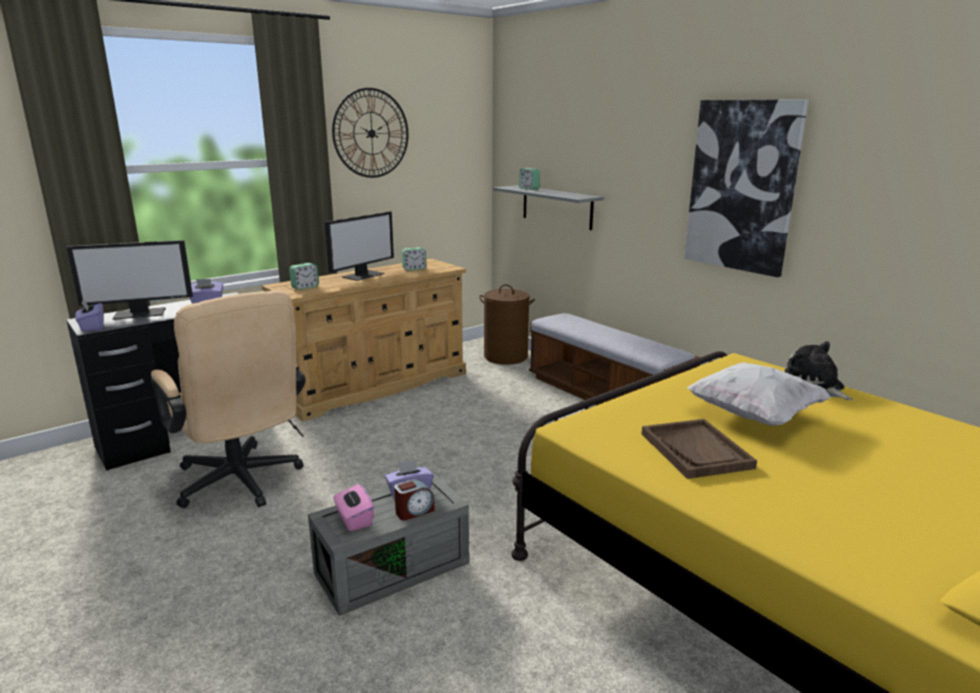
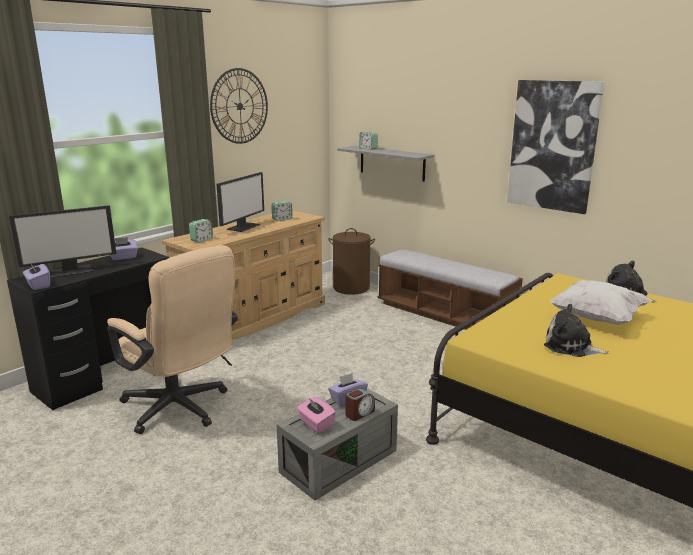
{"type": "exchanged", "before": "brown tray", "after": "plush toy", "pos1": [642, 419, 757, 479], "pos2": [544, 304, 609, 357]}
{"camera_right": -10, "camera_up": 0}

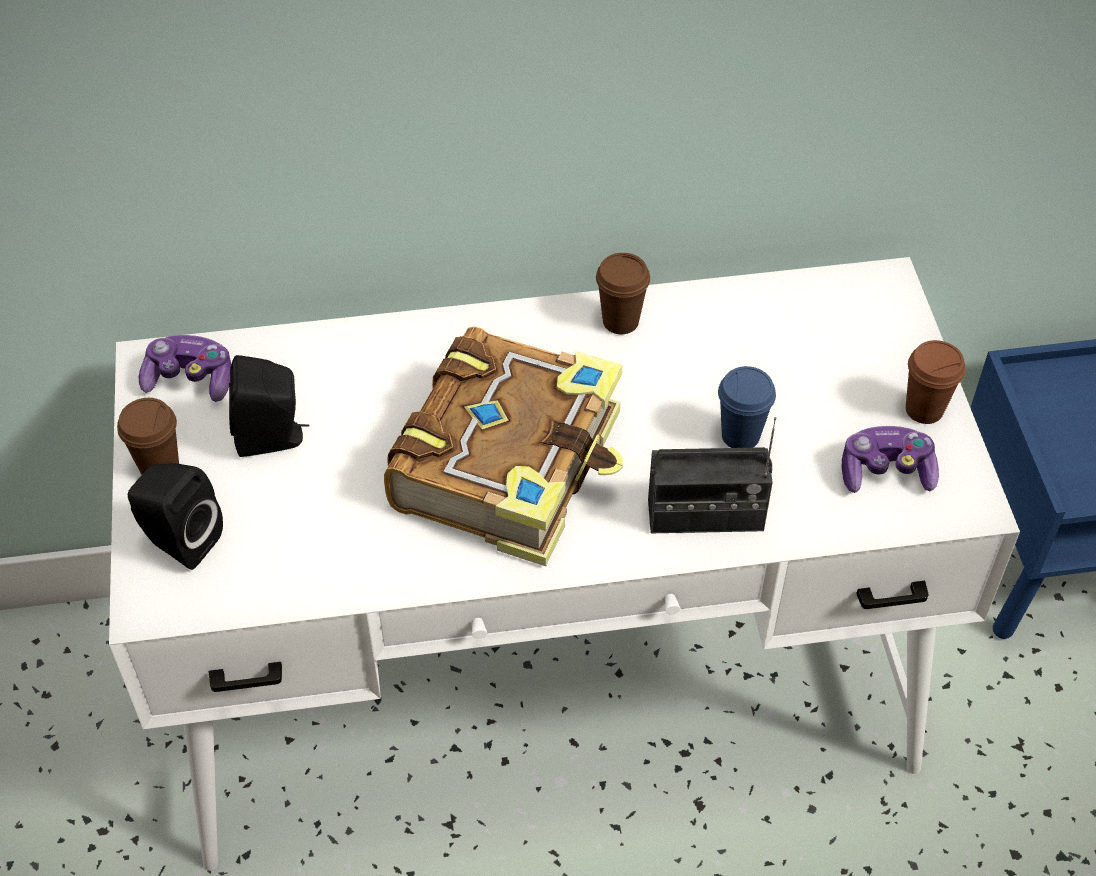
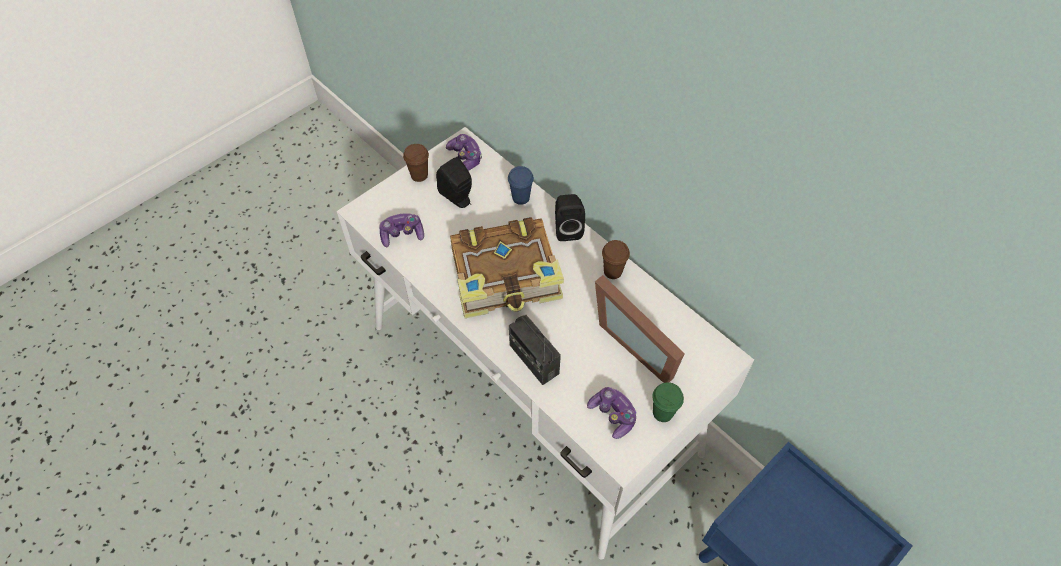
{"type": "relocated", "before": "black-coloured loudspeaker", "pos1": [128, 463, 223, 570], "pos2": [555, 194, 585, 241]}
{"type": "relocated", "before": "bluish small cup", "pos1": [718, 366, 776, 448], "pos2": [508, 166, 534, 205]}
{"type": "colour", "before": "brown small cup", "after": "green-coloured small cup", "pos1": [906, 340, 966, 424], "pos2": [652, 382, 684, 422]}
{"type": "appeared", "after": "joypad", "pos2": [379, 213, 424, 247]}
{"type": "appeared", "after": "photo frame", "pos2": [595, 275, 685, 383]}
{"camera_right": 55, "camera_up": 5}

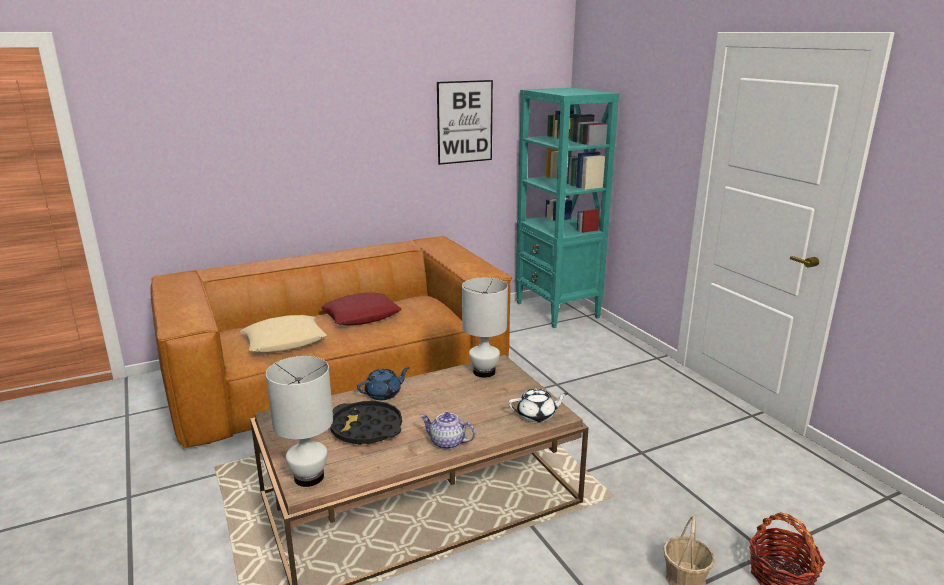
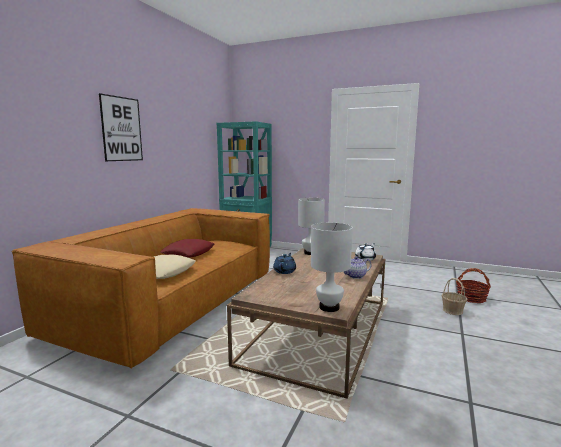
{"type": "missing", "before": "black-coloured tray", "pos1": [330, 401, 402, 445]}
{"type": "relocated", "before": "wall art", "pos1": [437, 80, 493, 165], "pos2": [99, 93, 143, 161]}
{"camera_right": -40, "camera_up": -10}

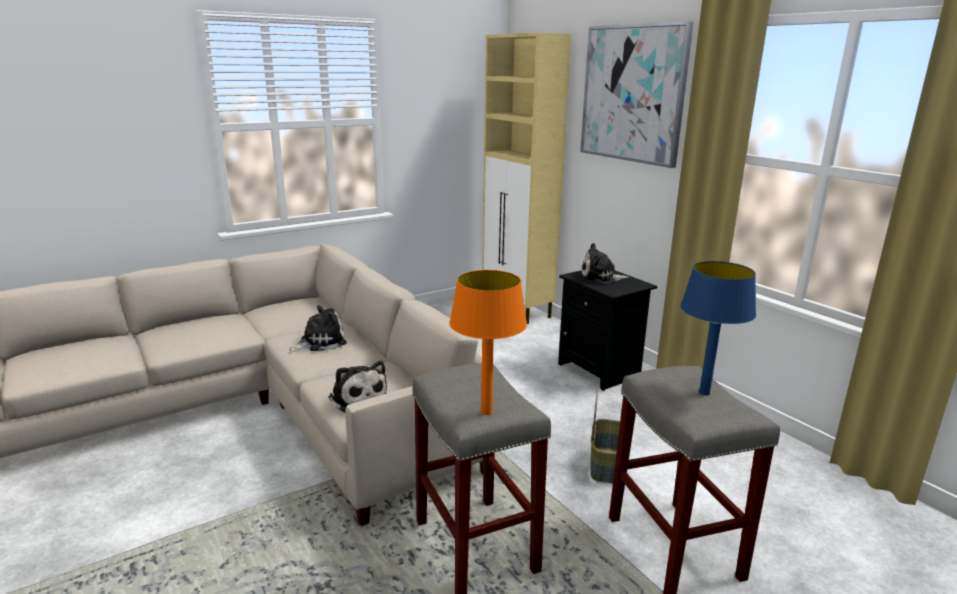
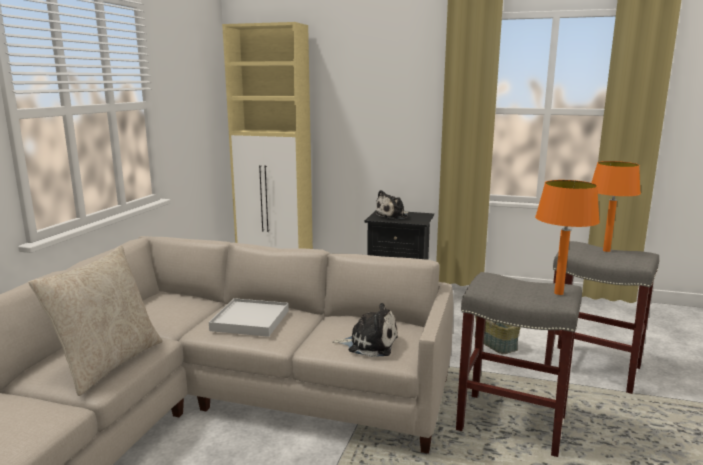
{"type": "exchanged", "before": "plush toy", "after": "white-coloured tray", "pos1": [289, 305, 347, 351], "pos2": [209, 298, 289, 337]}
{"type": "missing", "before": "wall art", "pos1": [580, 21, 693, 168]}
{"type": "colour", "before": "bluish table lamp", "after": "orangey table lamp", "pos1": [680, 261, 756, 396], "pos2": [591, 161, 641, 252]}
{"type": "appeared", "after": "beige-coloured cushion", "pos2": [28, 245, 162, 396]}
{"camera_right": -40, "camera_up": -5}

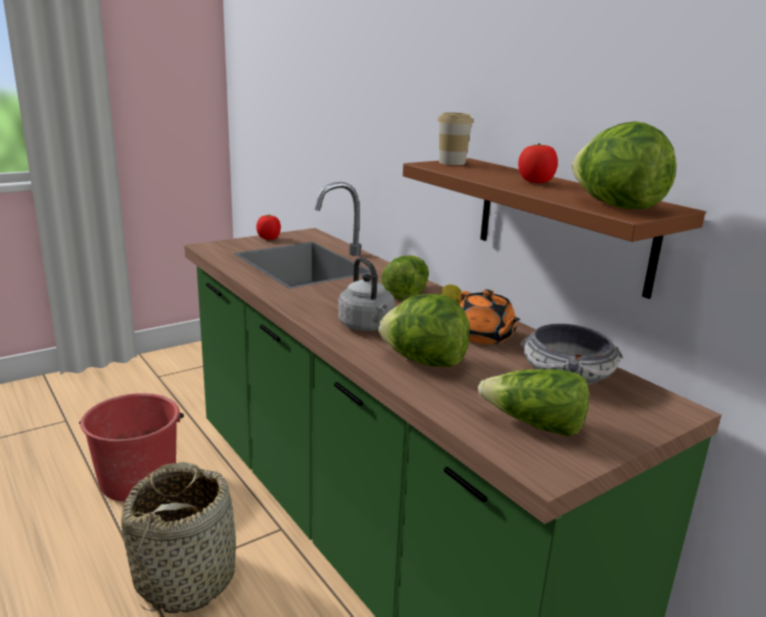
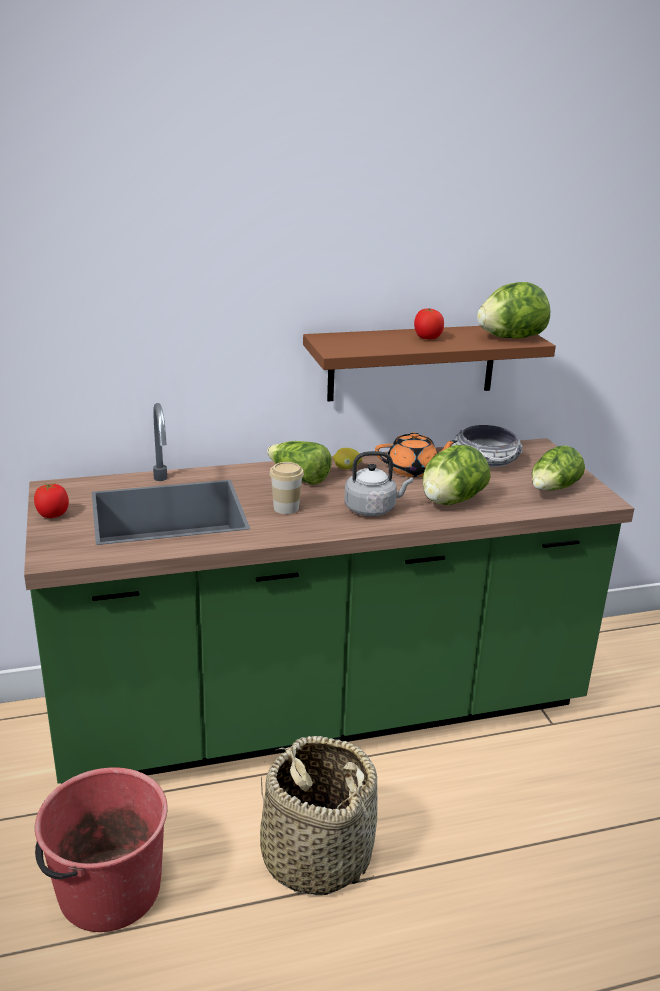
{"type": "relocated", "before": "small cup", "pos1": [437, 112, 474, 165], "pos2": [269, 462, 304, 514]}
{"camera_right": -70, "camera_up": 5}

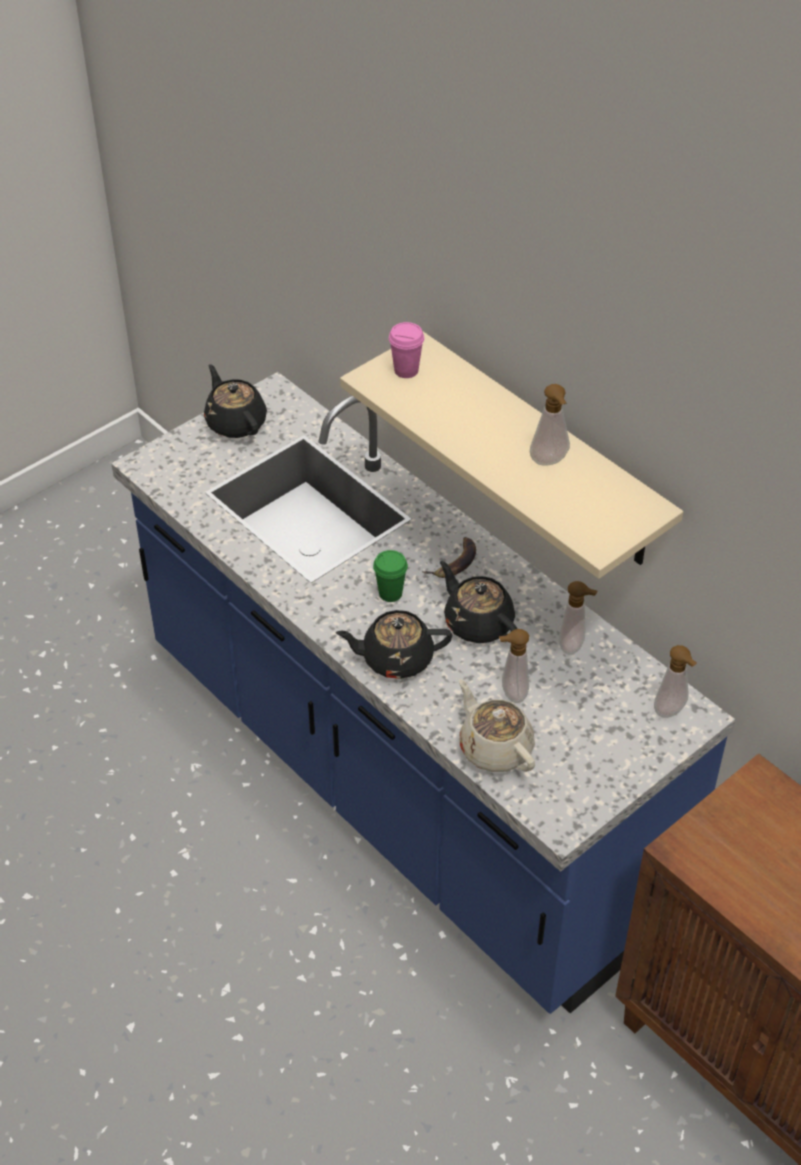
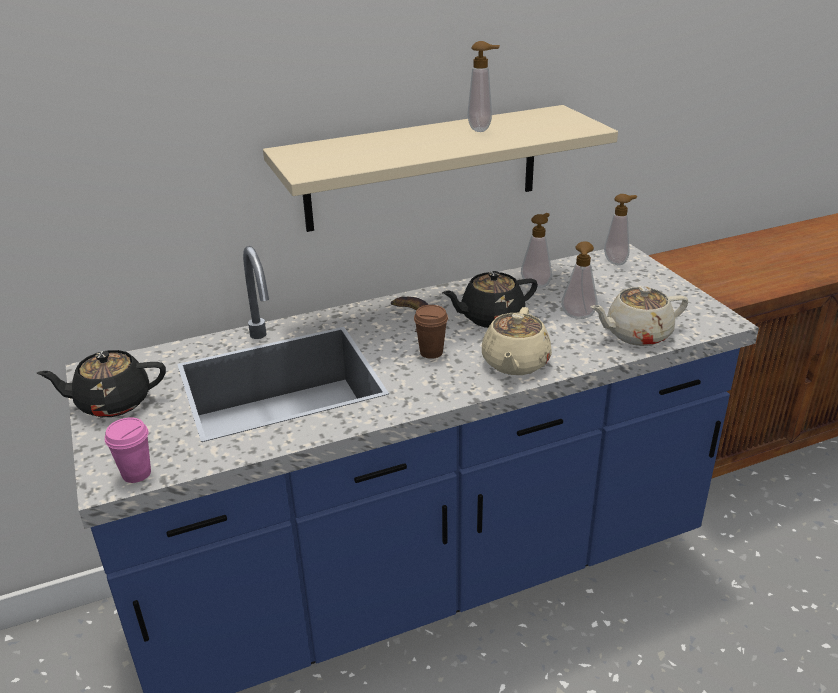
{"type": "colour", "before": "black-coloured tea pot", "after": "beige-coloured tea pot", "pos1": [336, 610, 453, 679], "pos2": [482, 307, 552, 375]}
{"type": "colour", "before": "green-coloured small cup", "after": "brown small cup", "pos1": [373, 550, 408, 602], "pos2": [414, 305, 448, 359]}
{"type": "relocated", "before": "pink small cup", "pos1": [389, 322, 424, 378], "pos2": [105, 418, 151, 483]}
{"camera_right": -70, "camera_up": -15}

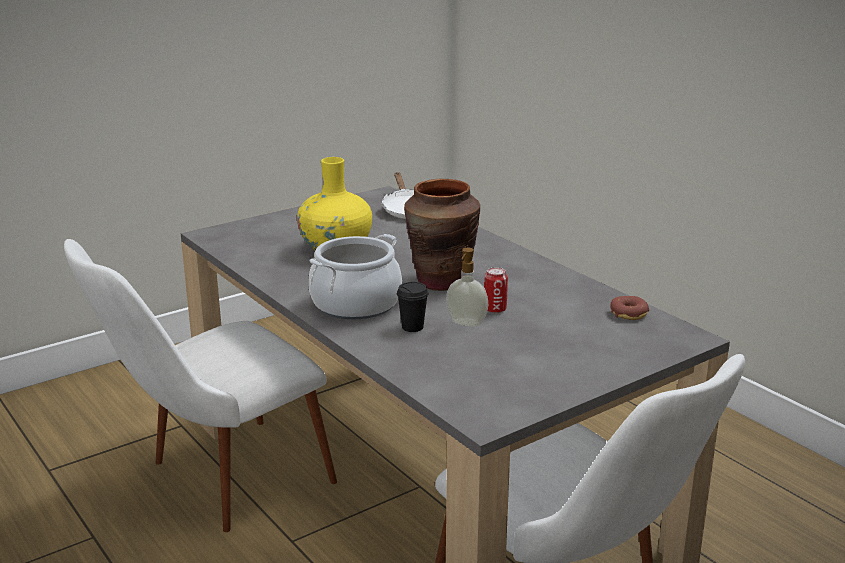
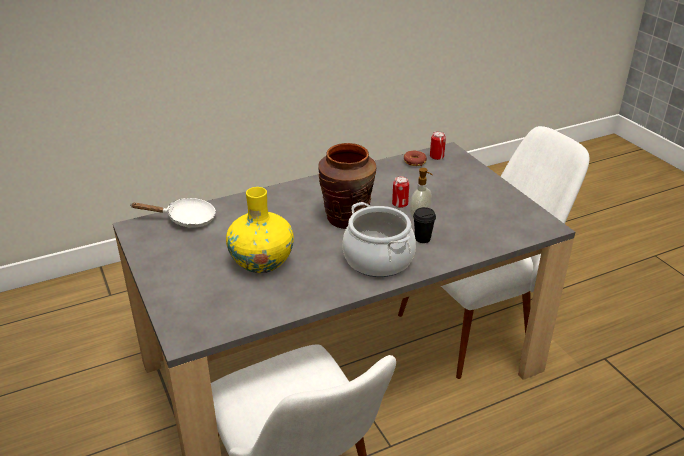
{"type": "appeared", "after": "metal can", "pos2": [430, 131, 446, 160]}
{"camera_right": -80, "camera_up": 10}

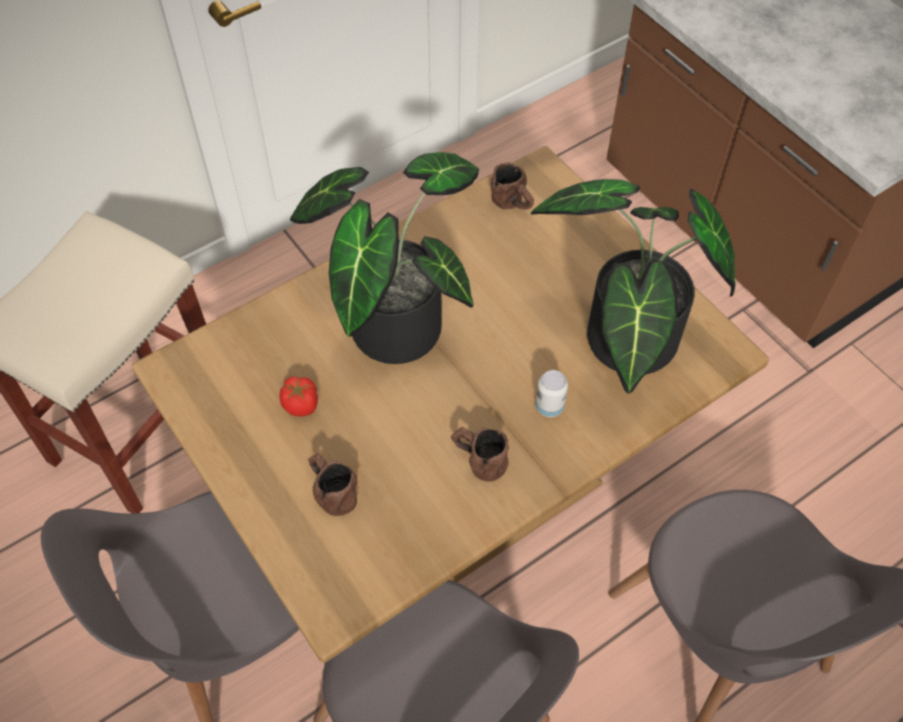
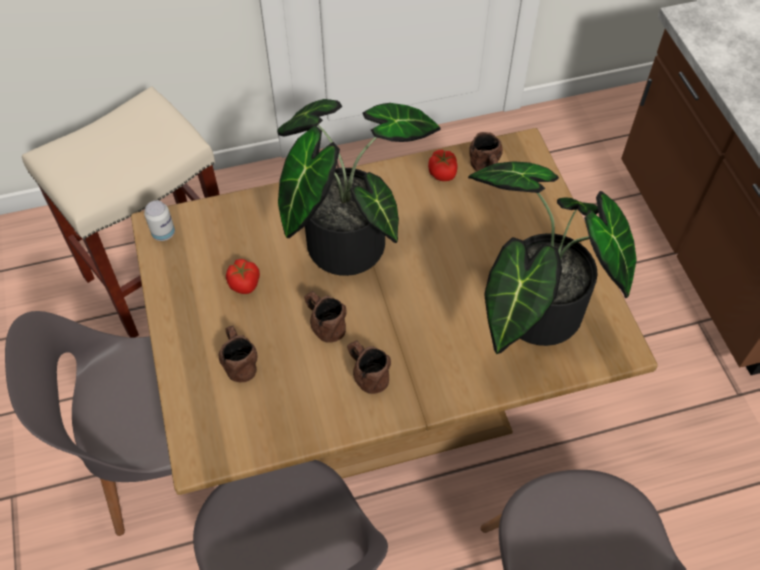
{"type": "relocated", "before": "metal can", "pos1": [535, 370, 568, 417], "pos2": [144, 200, 175, 241]}
{"type": "appeared", "after": "brown mug", "pos2": [304, 291, 347, 343]}
{"type": "appeared", "after": "whole tomato", "pos2": [428, 150, 458, 181]}
{"camera_right": 20, "camera_up": 0}

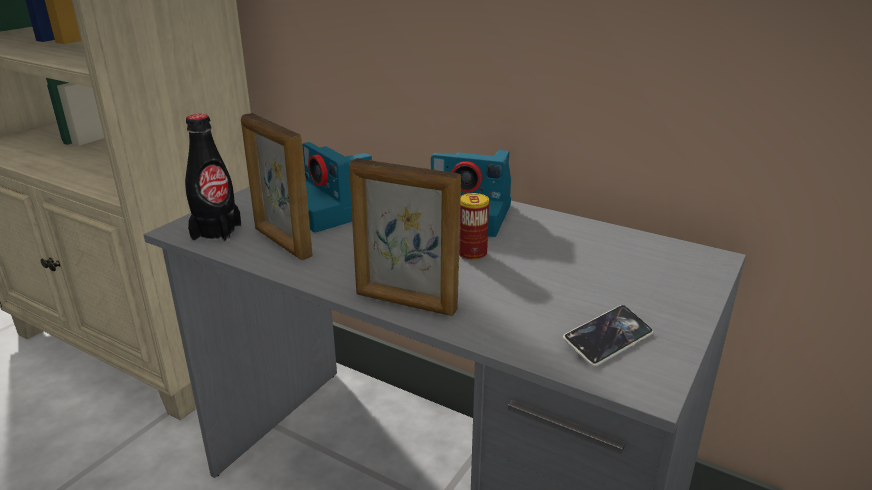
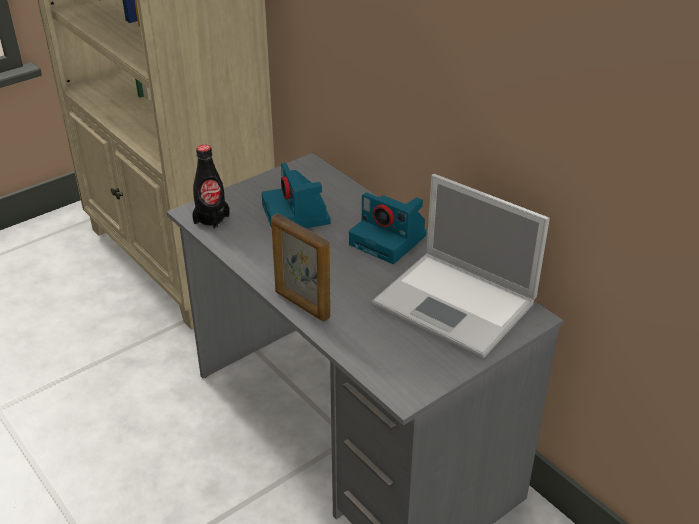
{"type": "missing", "before": "photo frame", "pos1": [241, 113, 313, 260]}
{"type": "missing", "before": "metal can", "pos1": [459, 193, 489, 261]}
{"type": "missing", "before": "telephone", "pos1": [563, 305, 653, 367]}
{"type": "appeared", "after": "notebook computer", "pos2": [372, 174, 550, 358]}
{"camera_right": 20, "camera_up": 10}

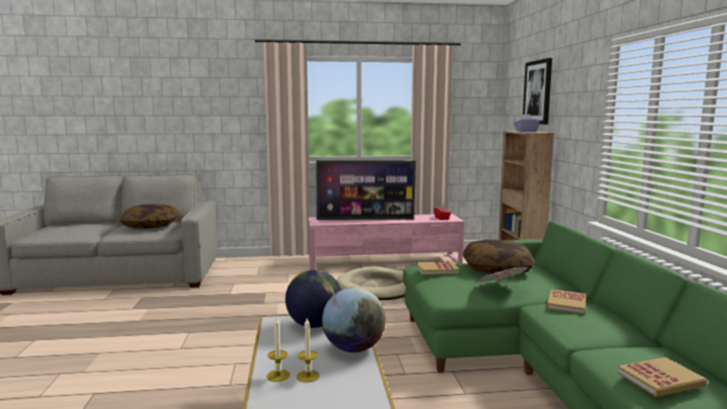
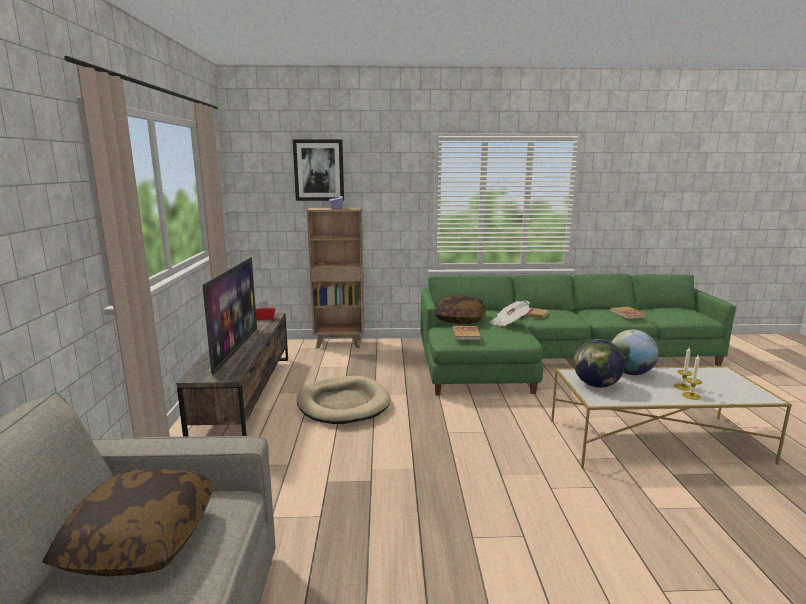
{"type": "colour", "before": "pink tv stand", "after": "brown tv stand", "pos1": [308, 214, 464, 270], "pos2": [176, 313, 288, 437]}
{"camera_right": -85, "camera_up": 5}

